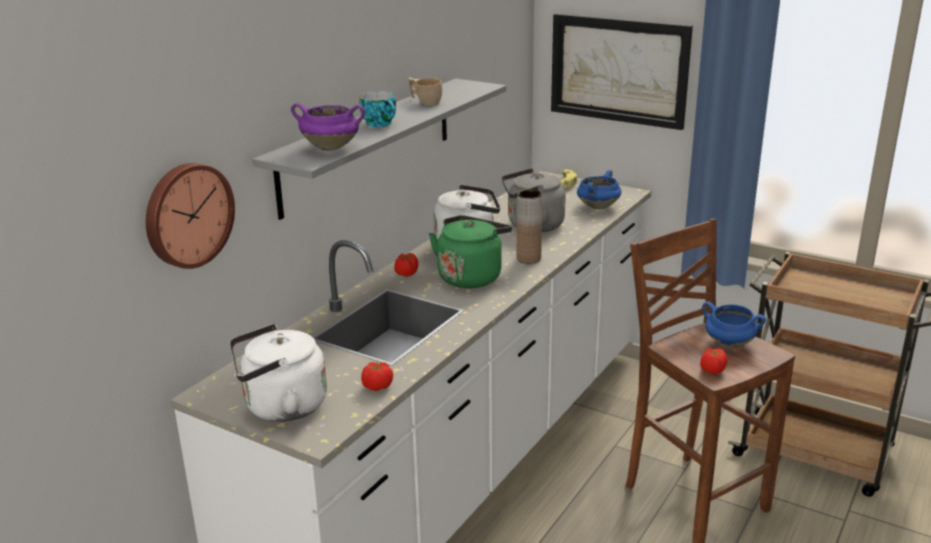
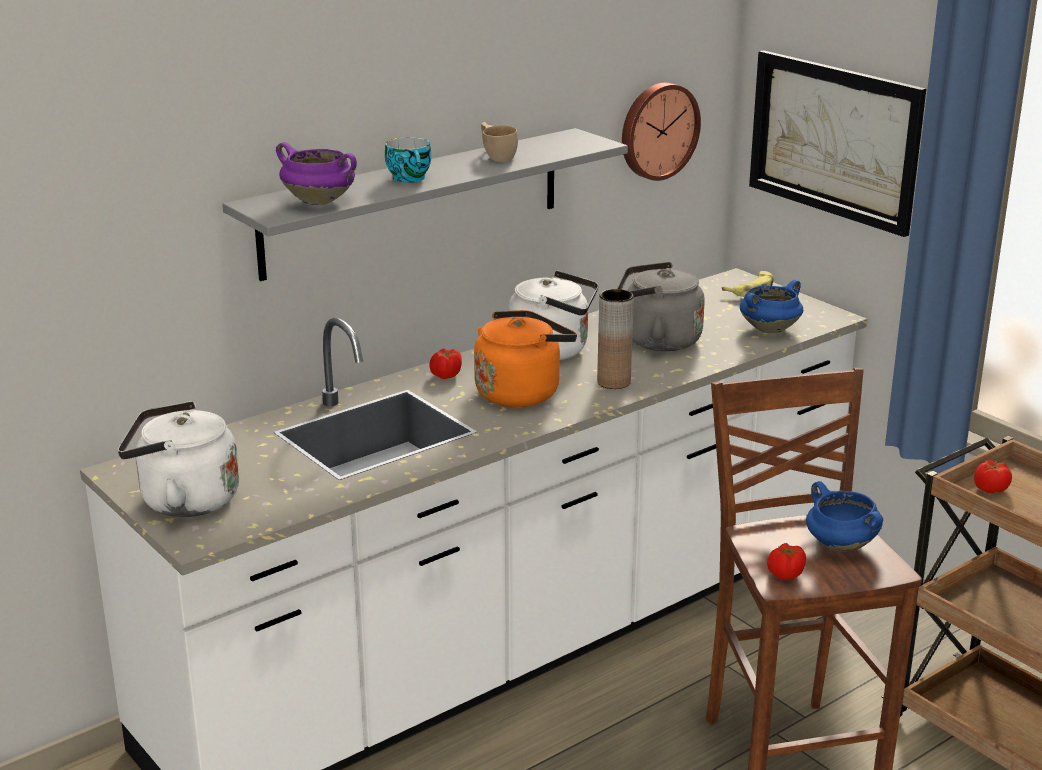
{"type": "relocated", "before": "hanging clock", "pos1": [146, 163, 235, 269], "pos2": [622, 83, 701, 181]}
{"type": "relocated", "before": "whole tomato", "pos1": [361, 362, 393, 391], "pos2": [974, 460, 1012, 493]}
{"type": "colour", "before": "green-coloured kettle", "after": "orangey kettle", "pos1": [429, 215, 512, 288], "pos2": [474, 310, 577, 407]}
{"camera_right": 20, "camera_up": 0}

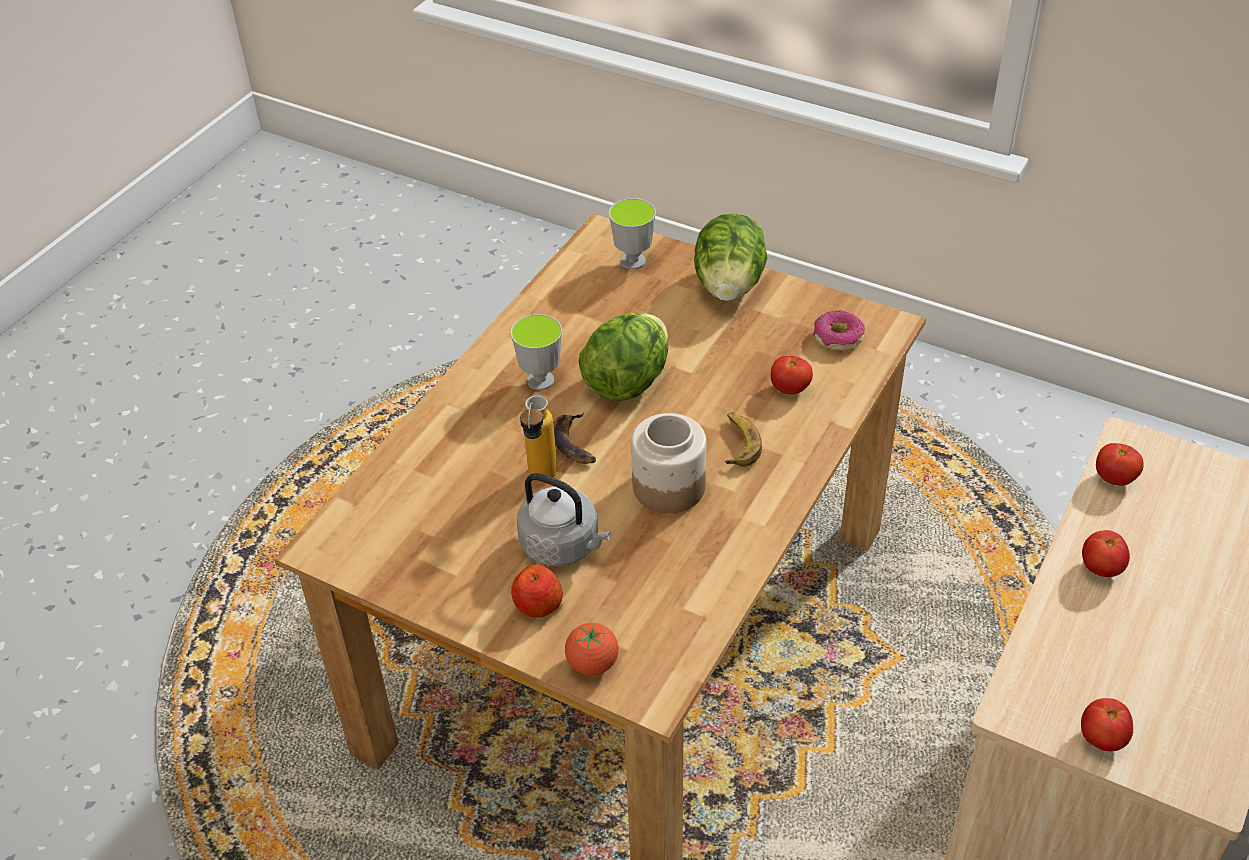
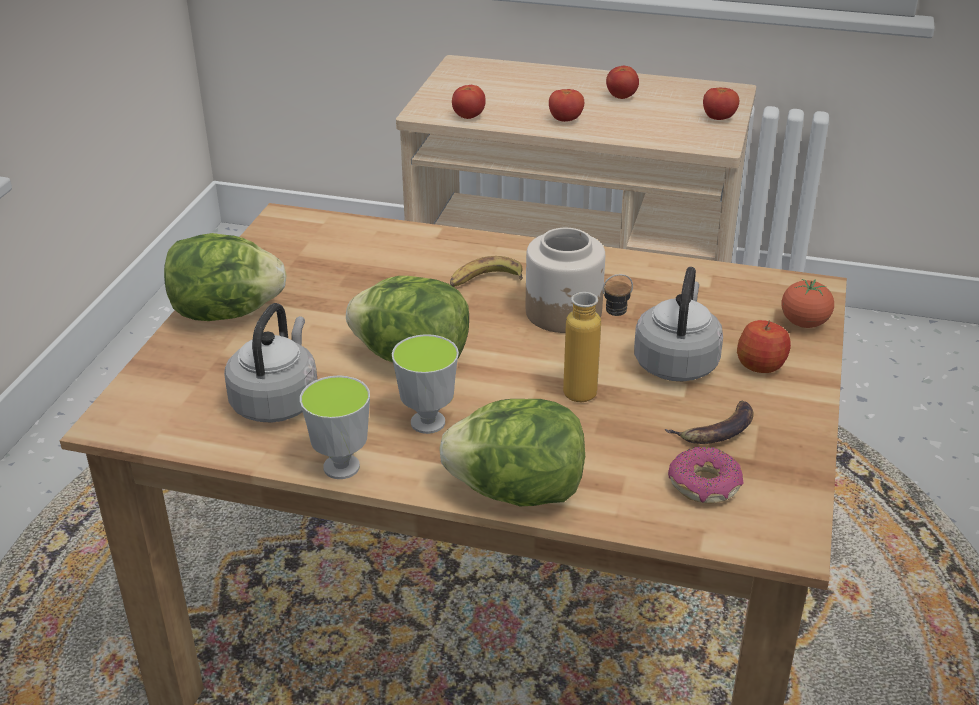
{"type": "relocated", "before": "banana fruit", "pos1": [553, 413, 596, 464], "pos2": [665, 400, 754, 444]}
{"type": "relocated", "before": "small cup", "pos1": [609, 198, 656, 269], "pos2": [300, 375, 370, 479]}
{"type": "relocated", "before": "whole tomato", "pos1": [771, 356, 813, 394], "pos2": [606, 66, 639, 99]}
{"type": "relocated", "before": "doughnut", "pos1": [813, 311, 865, 351], "pos2": [668, 447, 743, 504]}
{"type": "appeared", "after": "gray kettle", "pos2": [224, 303, 317, 423]}
{"type": "appeared", "after": "head of lettuce", "pos2": [439, 399, 585, 506]}
{"camera_right": -105, "camera_up": -10}

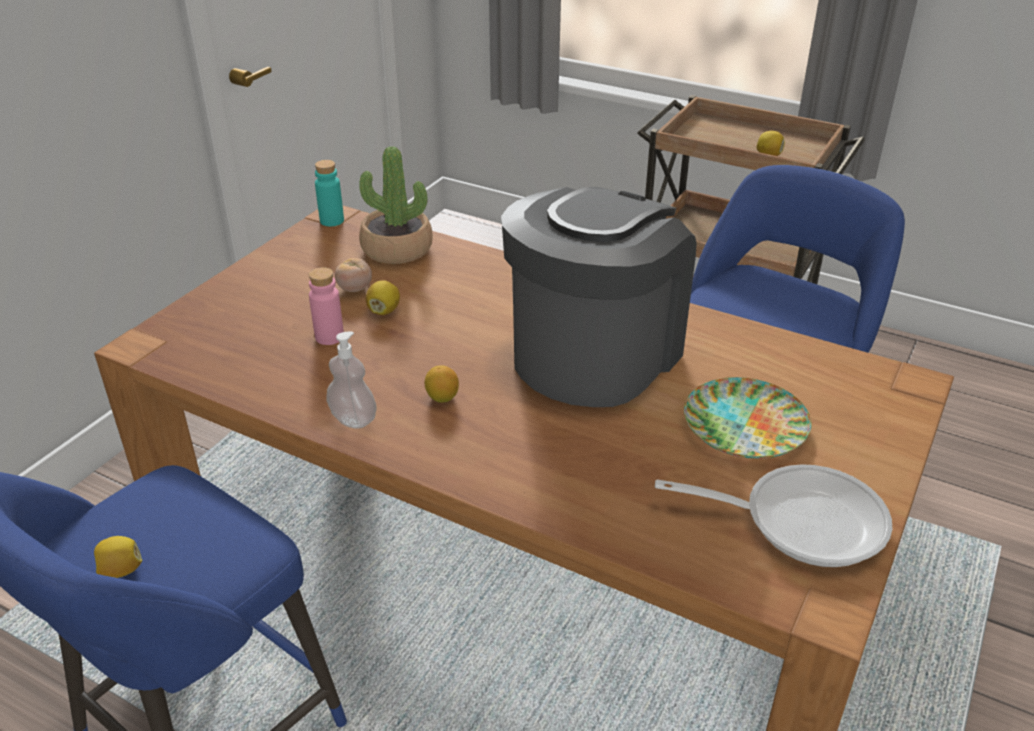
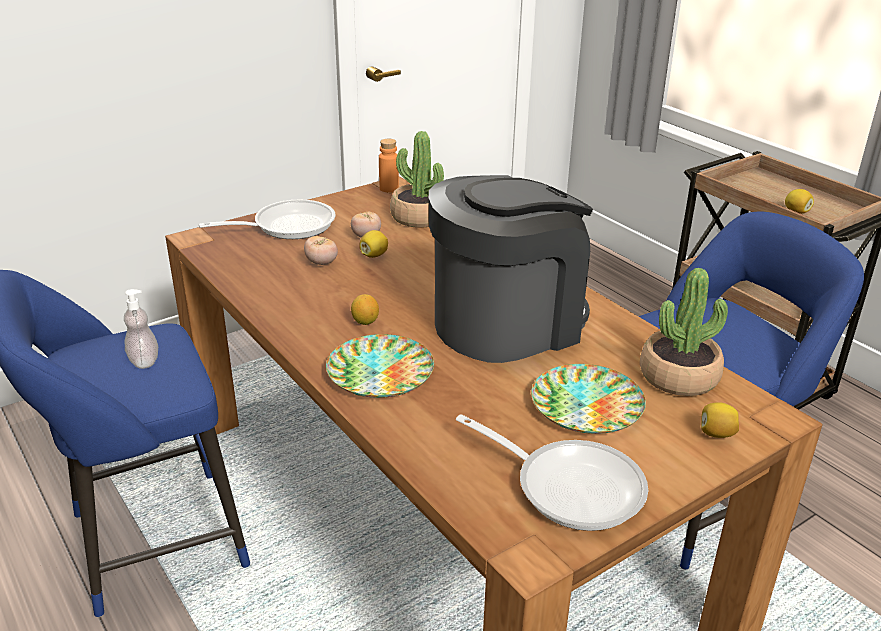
{"type": "relocated", "before": "citrus fruit", "pos1": [94, 536, 142, 578], "pos2": [701, 402, 739, 438]}
{"type": "exchanged", "before": "pink drink bottle", "after": "whole tomato", "pos1": [309, 267, 344, 345], "pos2": [304, 236, 338, 265]}
{"type": "colour", "before": "blue-green drink bottle", "after": "orangey drink bottle", "pos1": [315, 160, 344, 226], "pos2": [379, 139, 399, 193]}
{"type": "relocated", "before": "liquid soap bottle", "pos1": [326, 331, 377, 429], "pos2": [124, 289, 158, 369]}
{"type": "appeared", "after": "pan", "pos2": [198, 200, 336, 239]}
{"type": "appeared", "after": "dinner plate", "pos2": [326, 334, 434, 398]}
{"type": "appeared", "after": "potted plant", "pos2": [640, 268, 728, 396]}
{"camera_right": 25, "camera_up": -5}

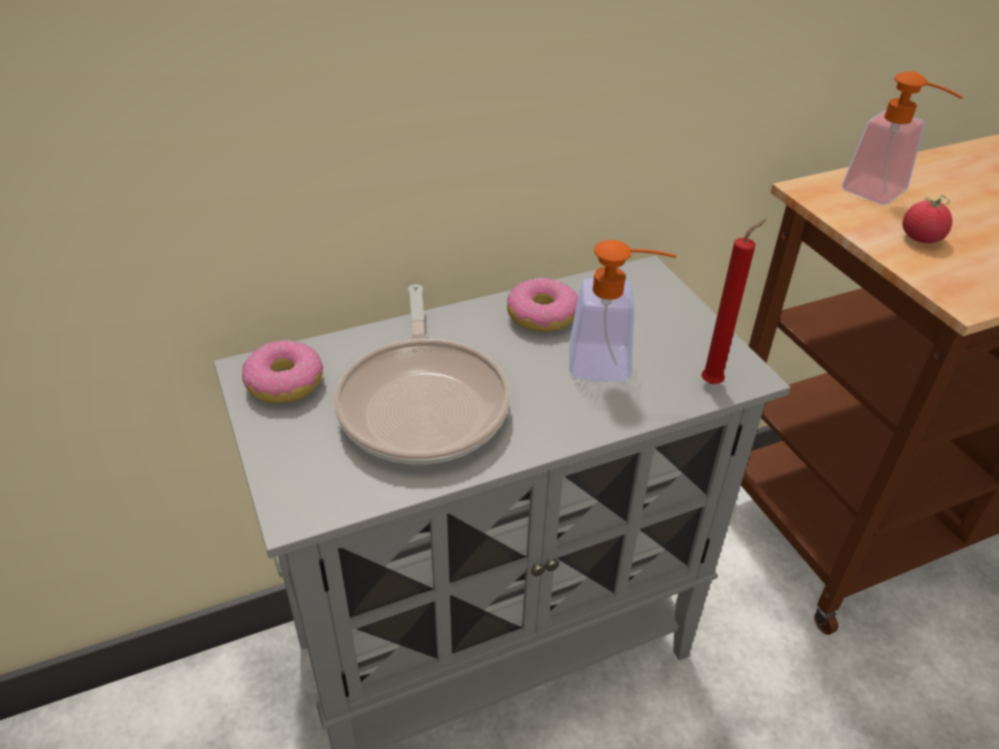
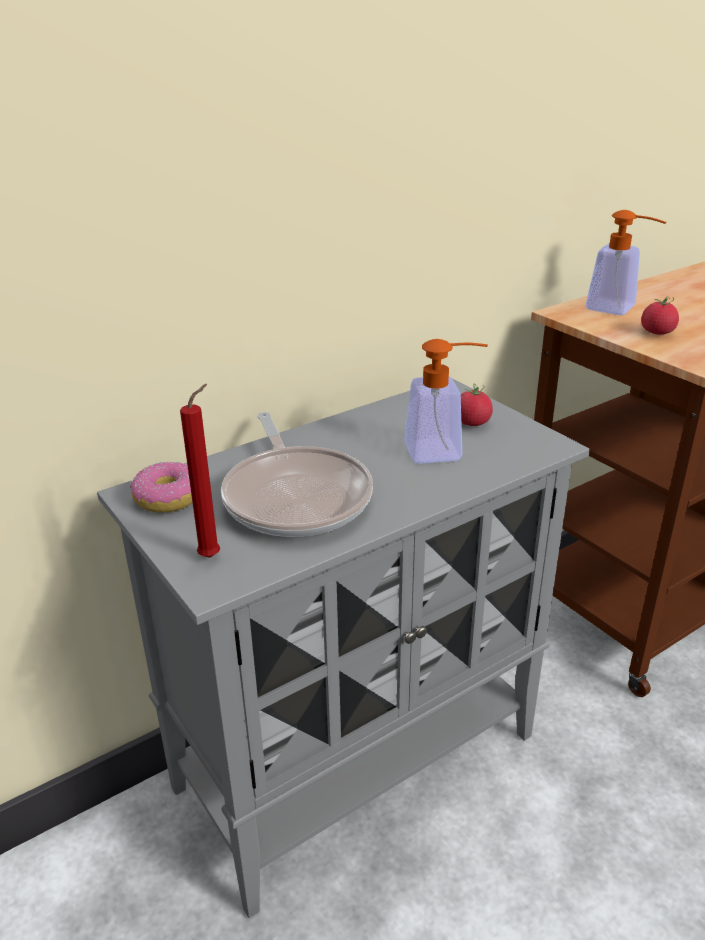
{"type": "missing", "before": "doughnut", "pos1": [507, 278, 578, 332]}
{"type": "relocated", "before": "red-coloured wax candle", "pos1": [701, 219, 766, 384], "pos2": [180, 384, 220, 558]}
{"type": "appeared", "after": "whole tomato", "pos2": [461, 384, 493, 426]}
{"camera_right": -10, "camera_up": -10}

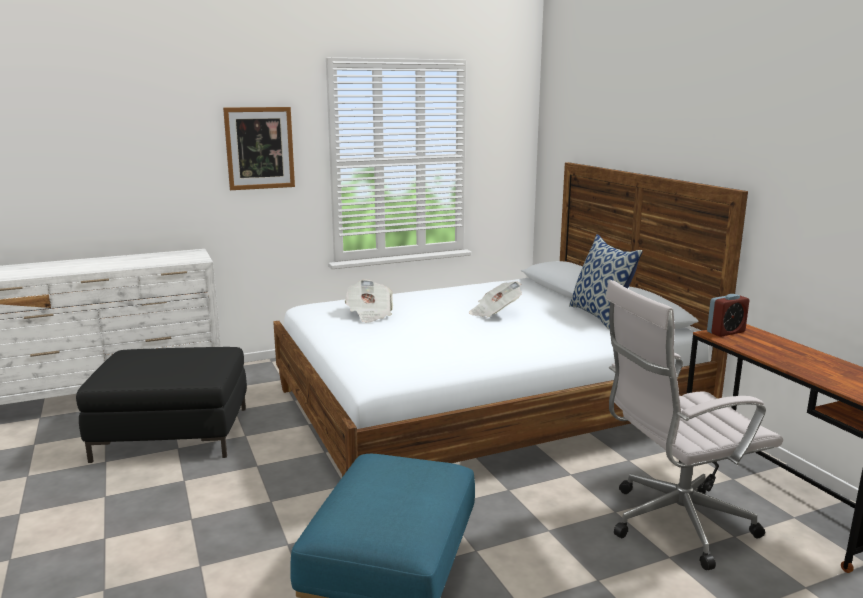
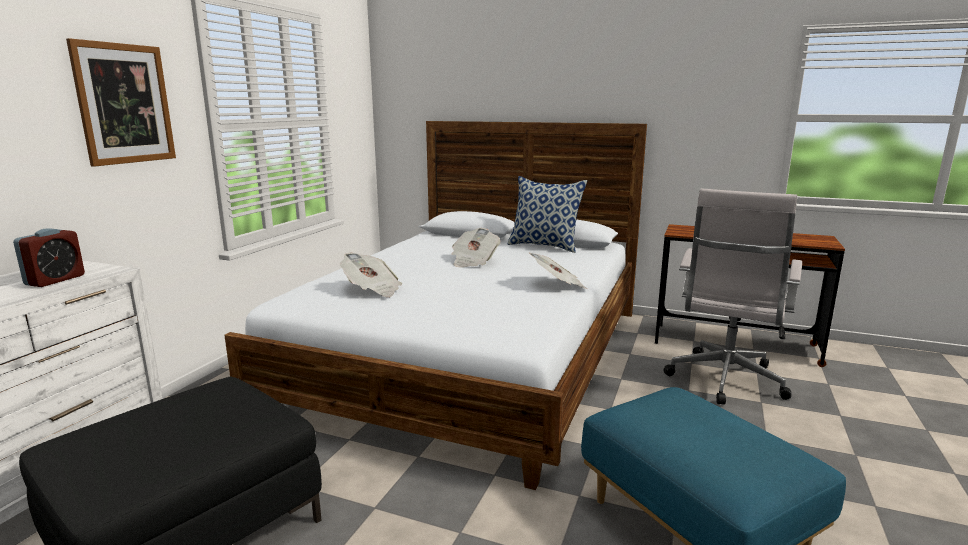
{"type": "relocated", "before": "table clock", "pos1": [707, 294, 749, 337], "pos2": [13, 229, 85, 287]}
{"type": "appeared", "after": "newspaper", "pos2": [529, 253, 587, 289]}
{"camera_right": -45, "camera_up": 0}

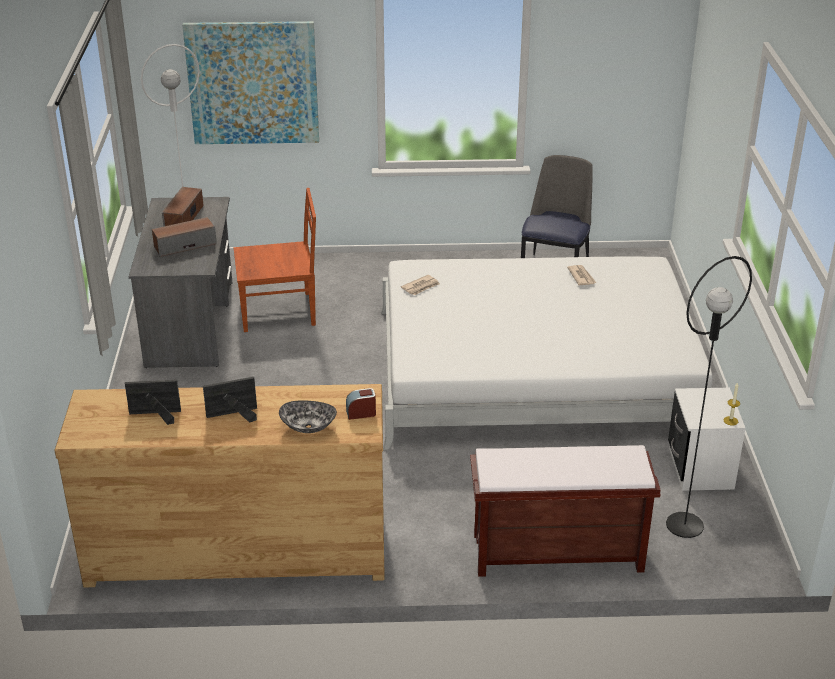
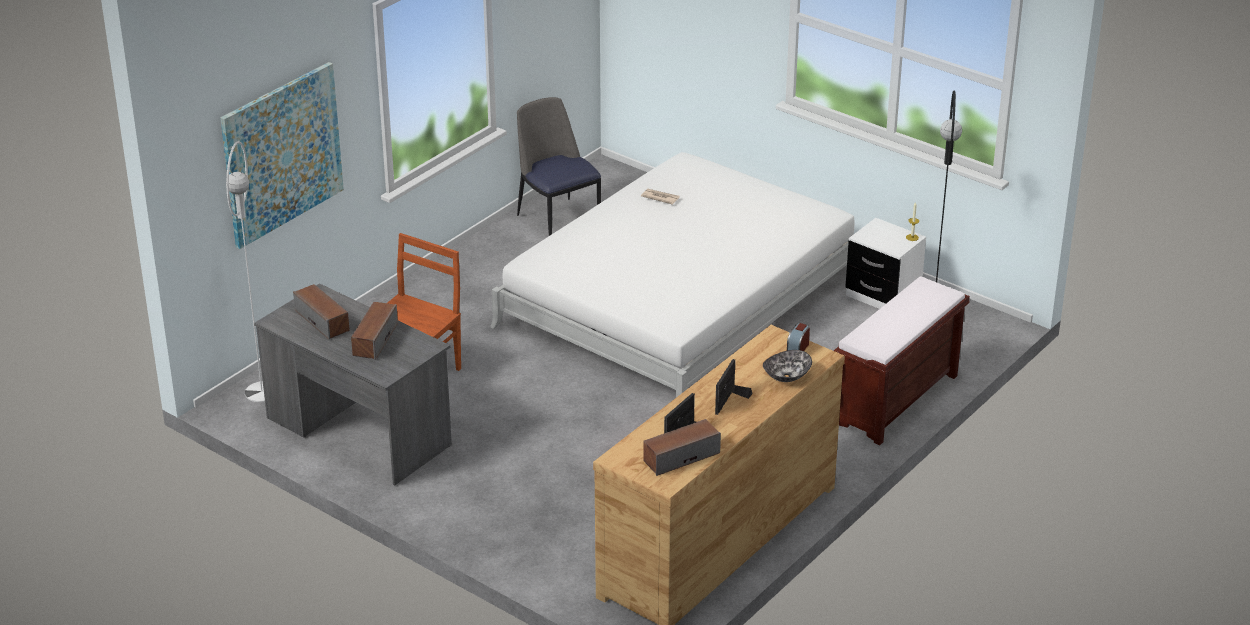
{"type": "missing", "before": "newspaper", "pos1": [401, 275, 440, 295]}
{"type": "appeared", "after": "loudspeaker", "pos2": [643, 419, 721, 476]}
{"camera_right": -50, "camera_up": 0}

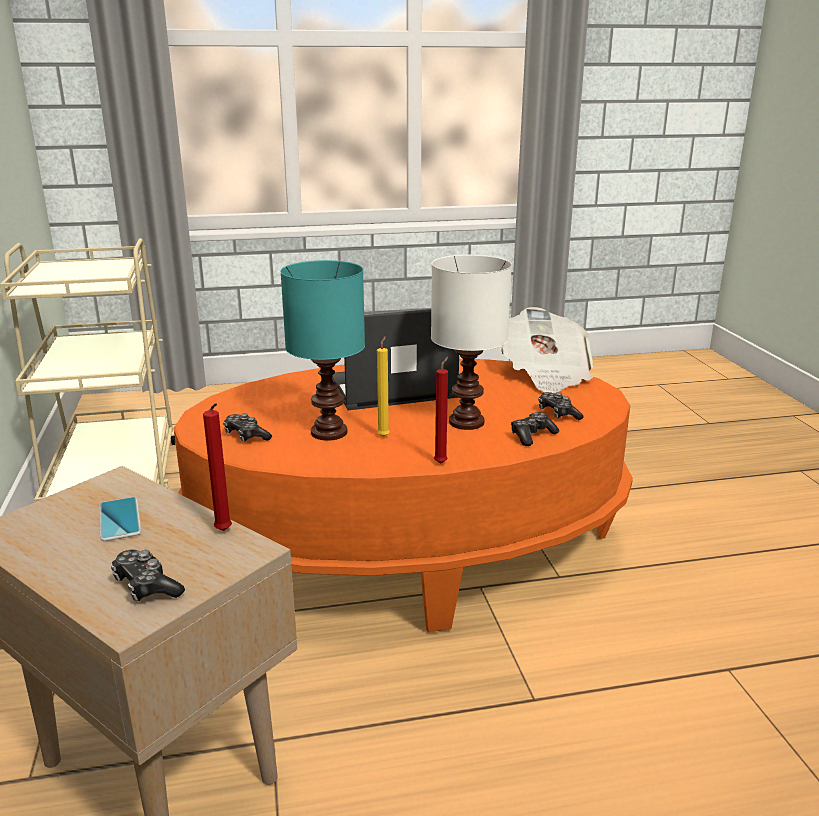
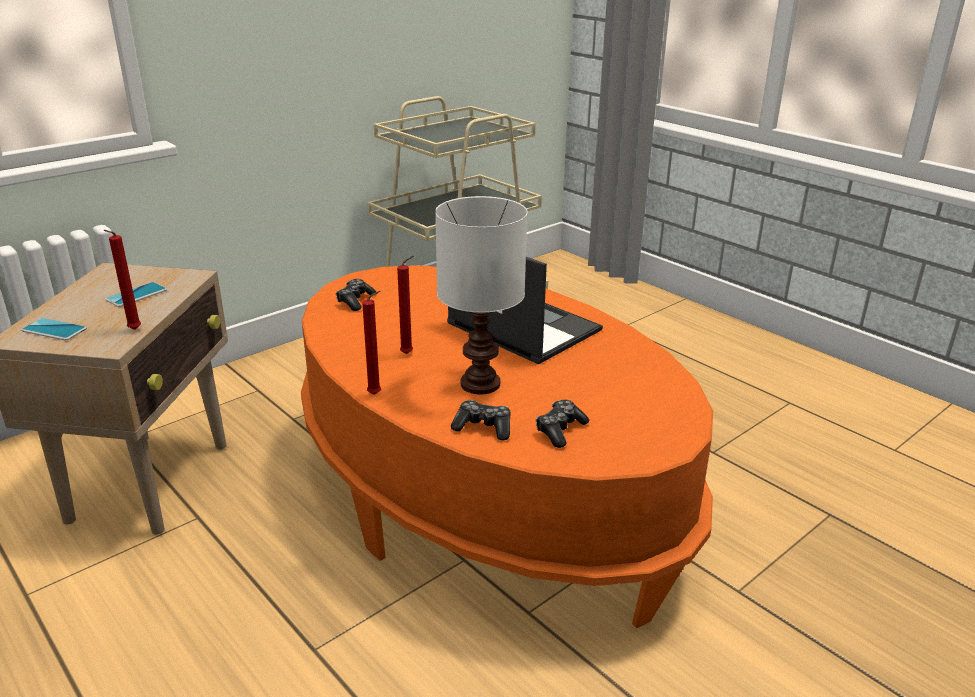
{"type": "exchanged", "before": "joypad", "after": "telephone", "pos1": [110, 550, 185, 601], "pos2": [21, 318, 87, 340]}
{"type": "missing", "before": "blue-green table lamp", "pos1": [280, 260, 365, 441]}
{"type": "colour", "before": "yellowish wax candle", "after": "red-coloured wax candle", "pos1": [377, 336, 390, 437], "pos2": [397, 256, 414, 354]}
{"type": "missing", "before": "newspaper", "pos1": [500, 307, 593, 393]}
{"camera_right": 60, "camera_up": 5}

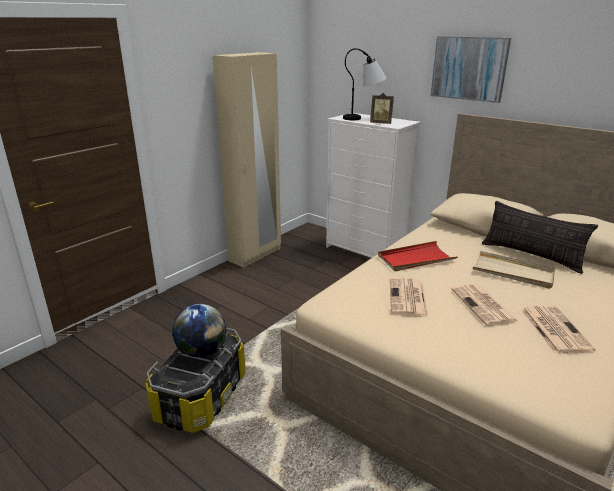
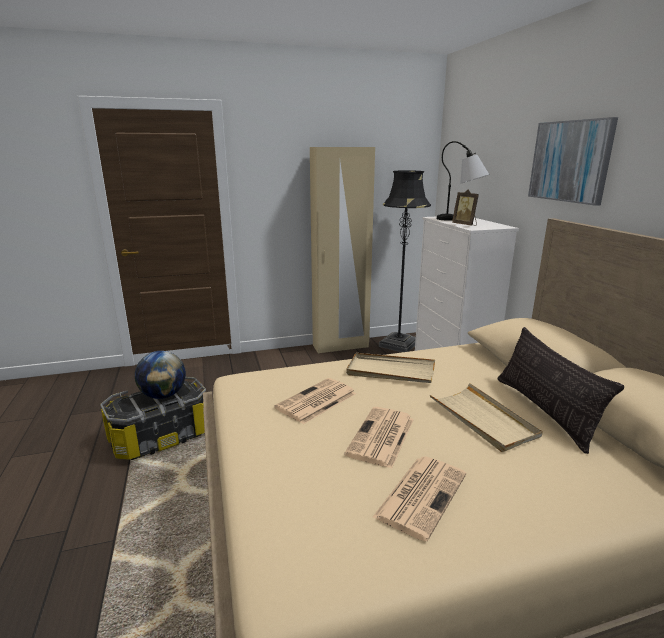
{"type": "colour", "before": "red-coloured tray", "after": "beige-coloured tray", "pos1": [378, 241, 458, 271], "pos2": [346, 353, 435, 383]}
{"type": "appeared", "after": "black-coloured standing lamp", "pos2": [379, 171, 431, 352]}
{"camera_right": 35, "camera_up": -5}

